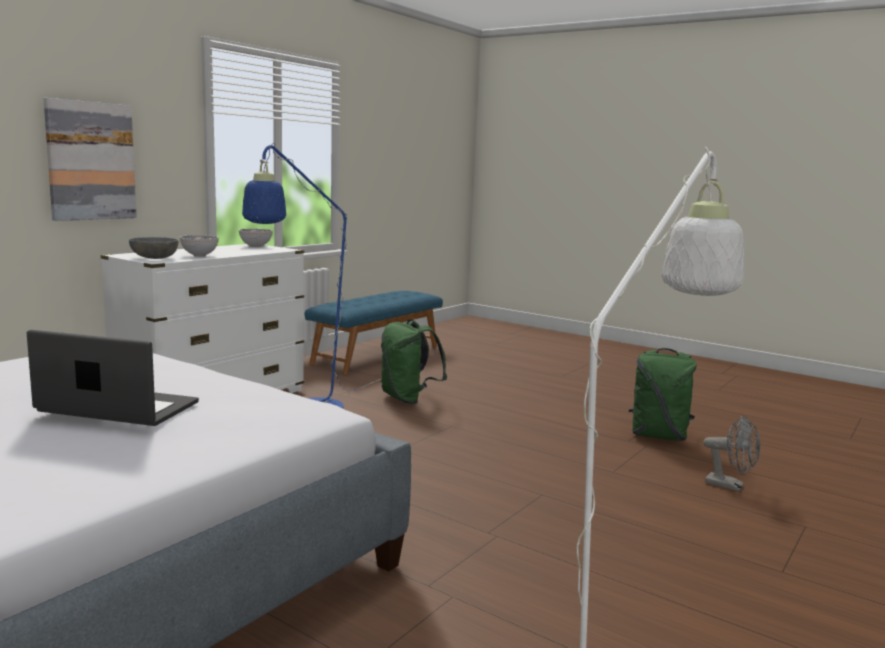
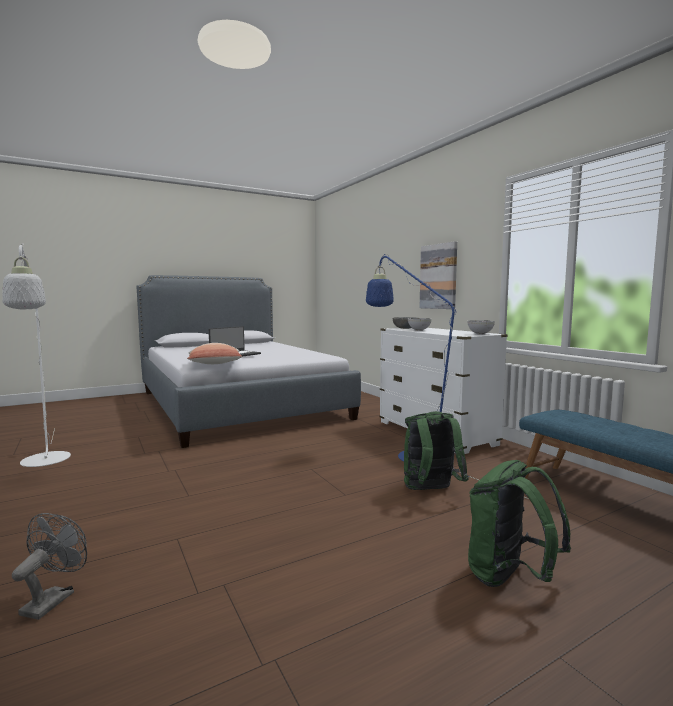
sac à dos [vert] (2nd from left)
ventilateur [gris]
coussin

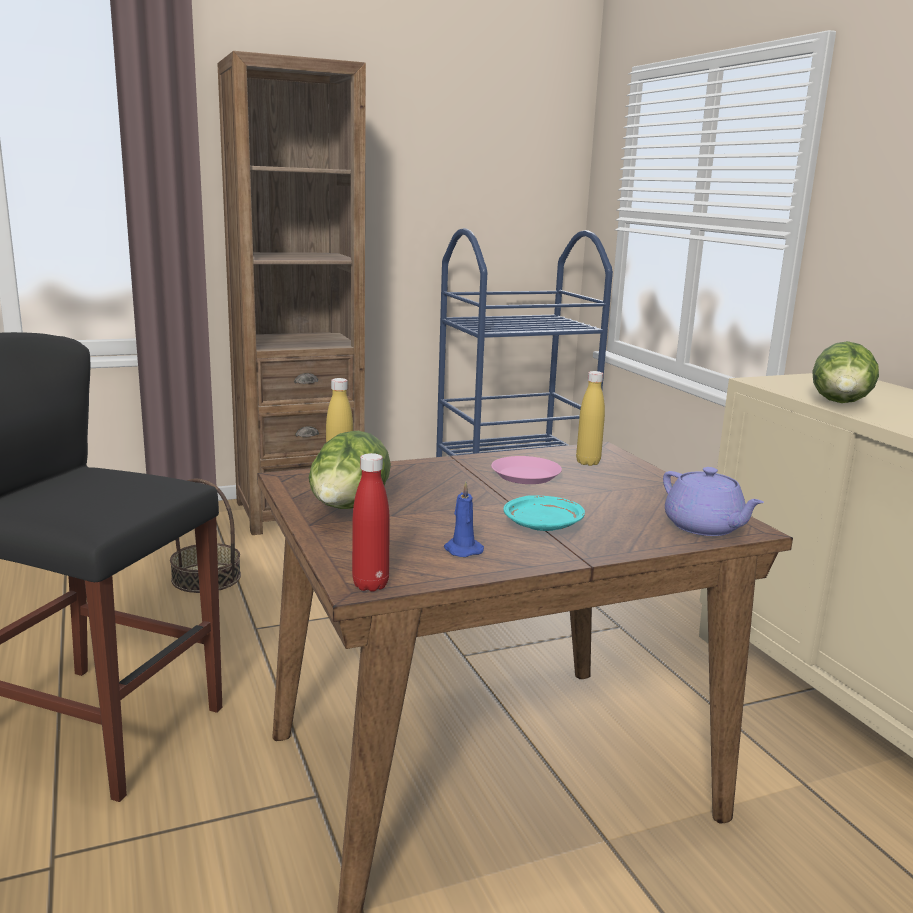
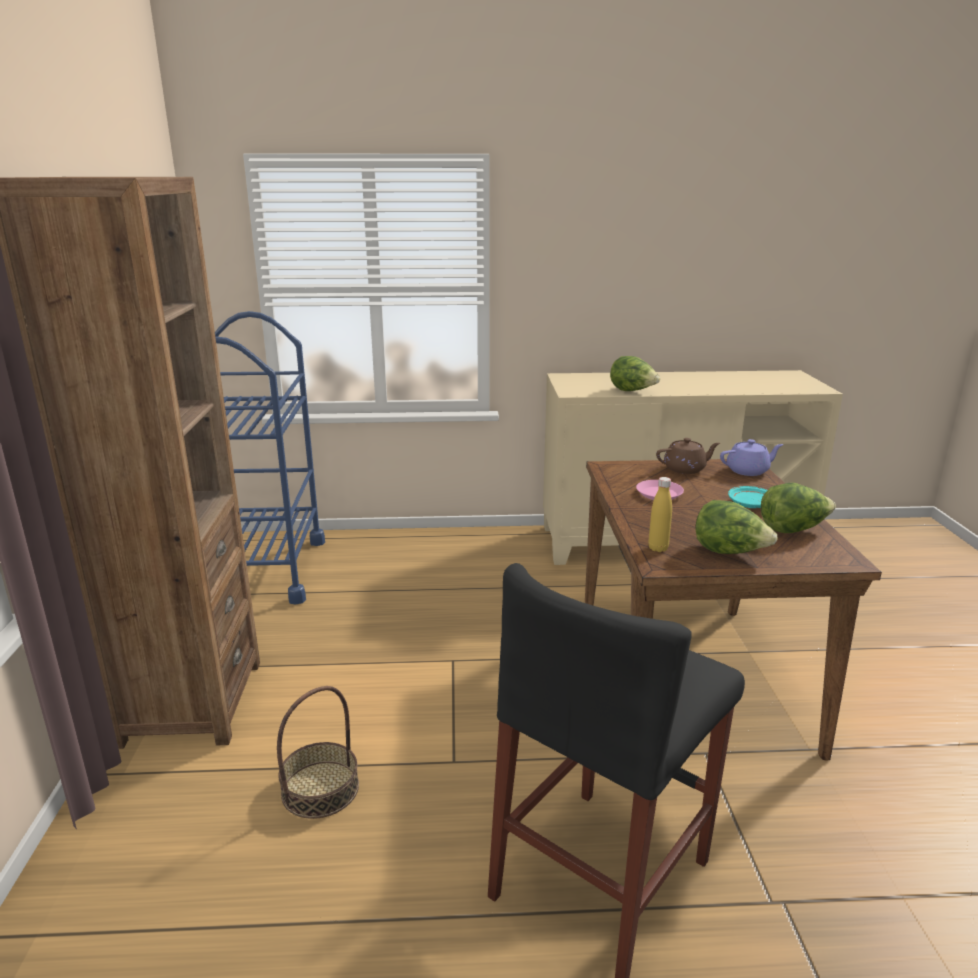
bouteille [jaune] (2nd from left in the first image)
bouteille [rouge]
laitue (3rd from left)
théière [marron]

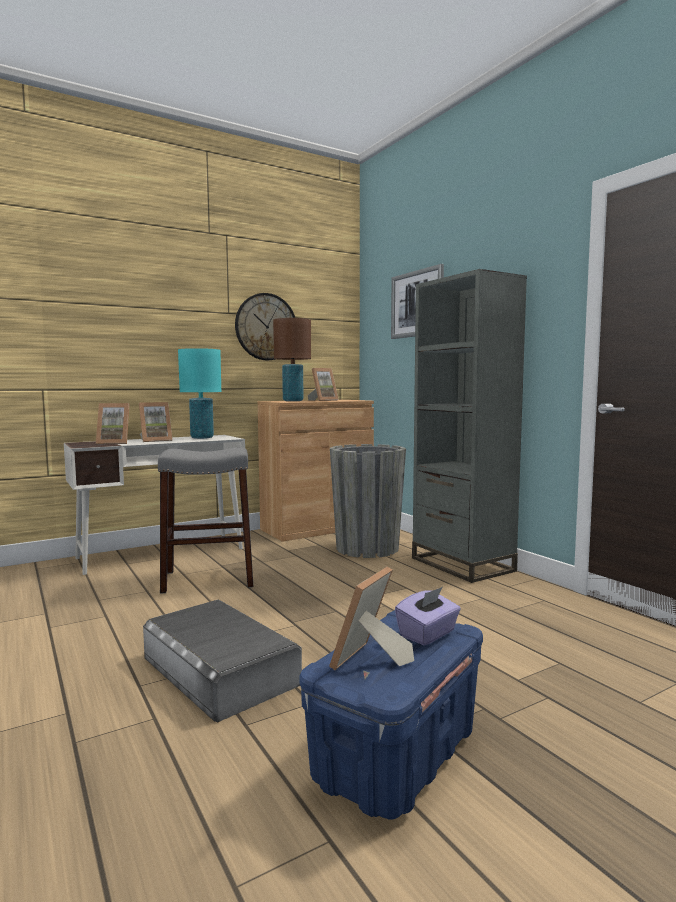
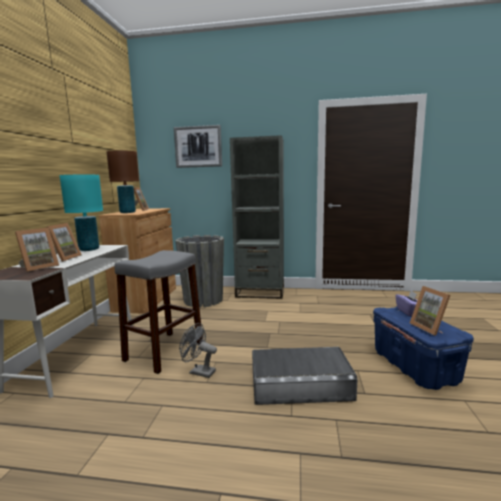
horloge murale
ventilateur [gris]

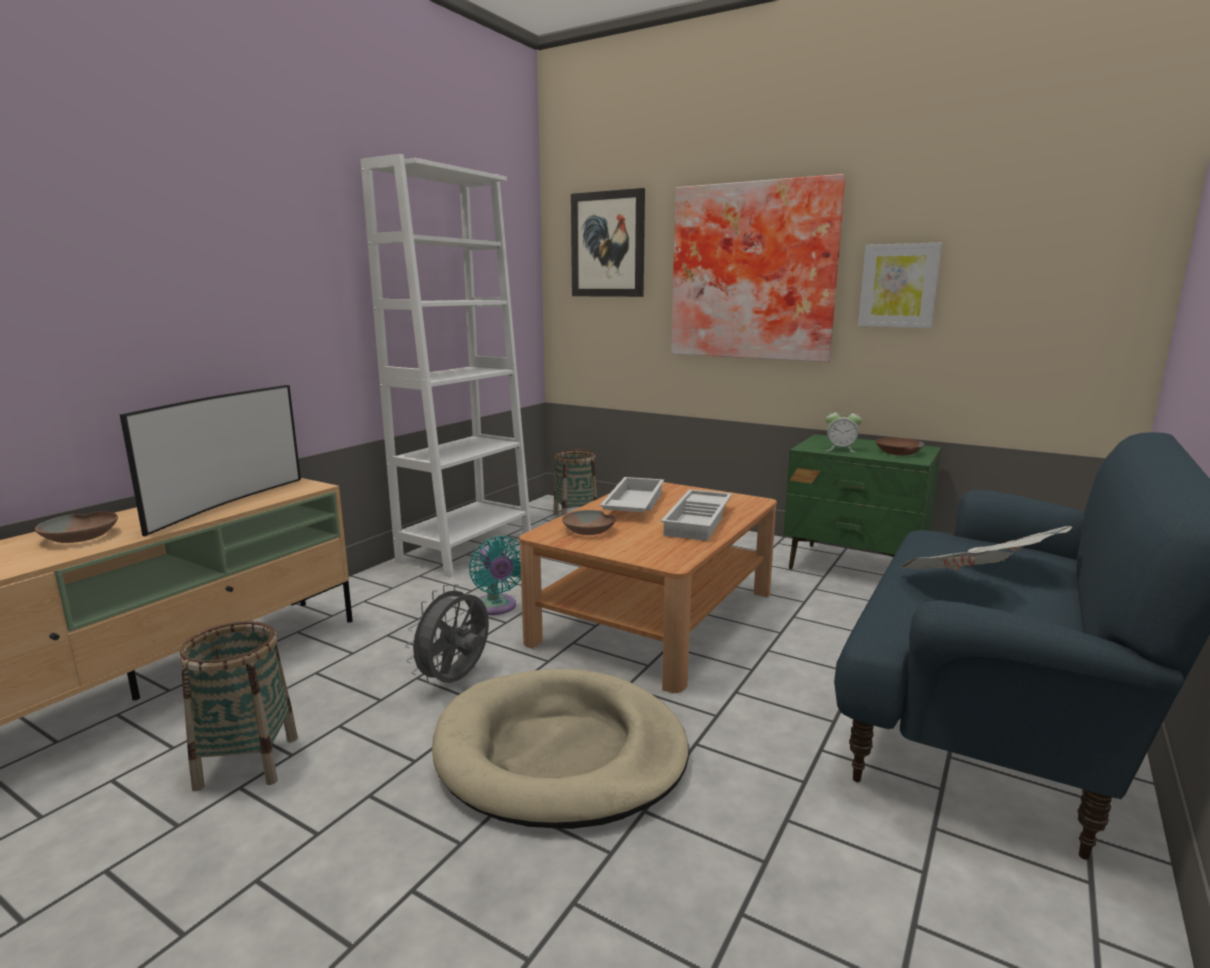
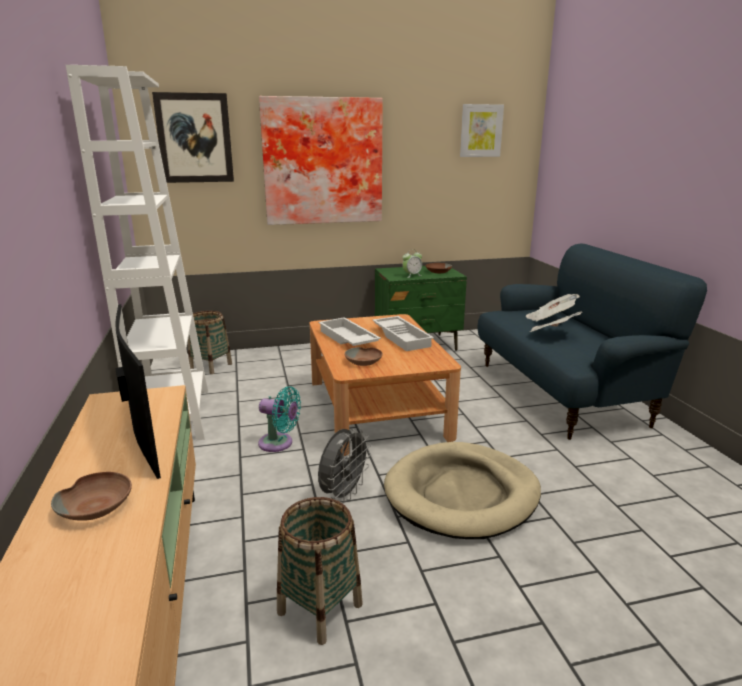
tableau (3rd from left)
ventilateur [gris]

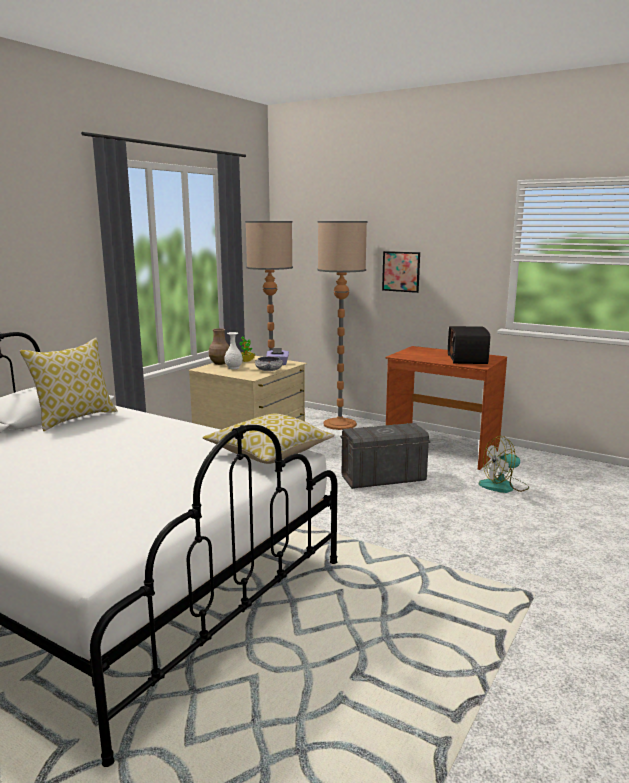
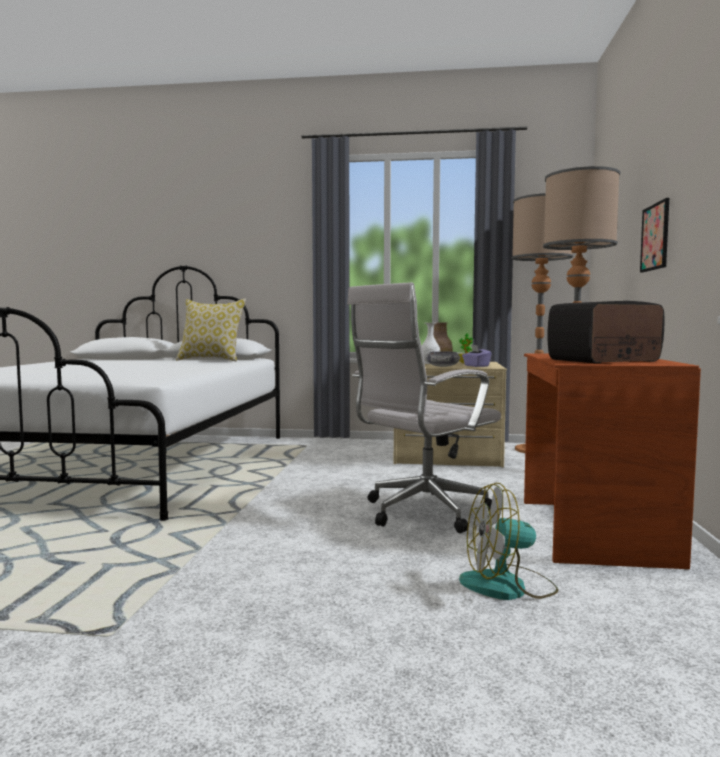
coussin (2nd from left in the first image)
chaise de bureau [blanc]
ventilateur

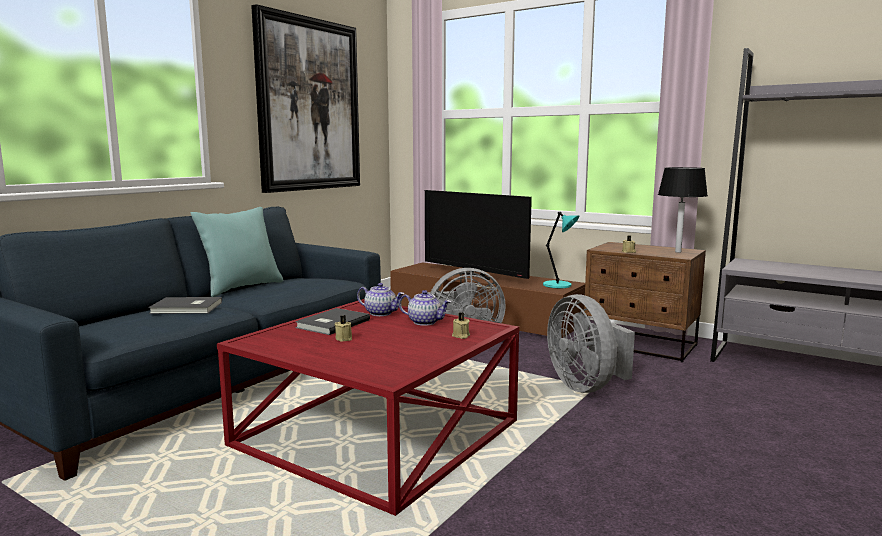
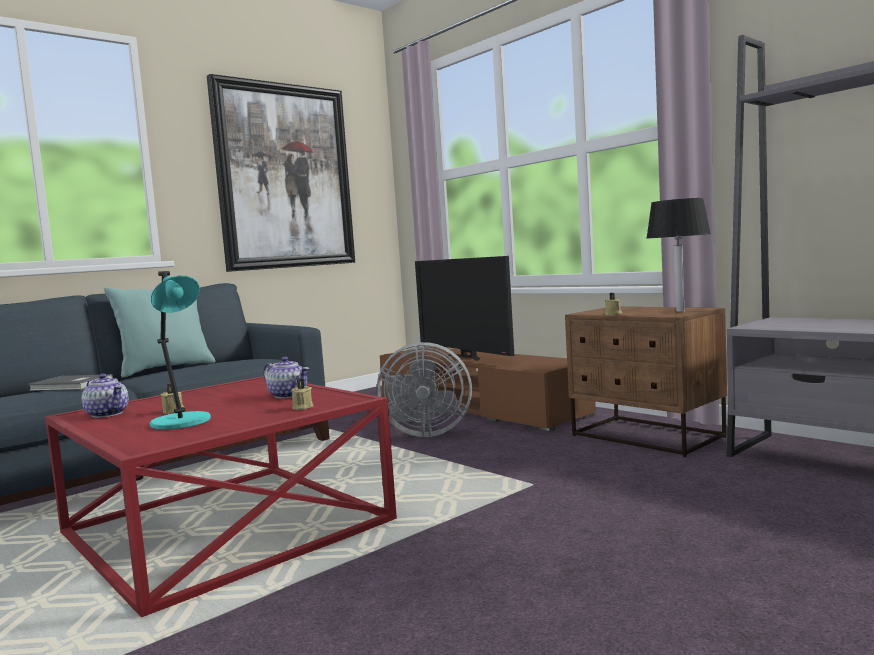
lampe de table [turquoise]
théière (1st from left)
ventilateur [gris] (2nd from left in the first image)
livre [gris] (2nd from left in the first image)

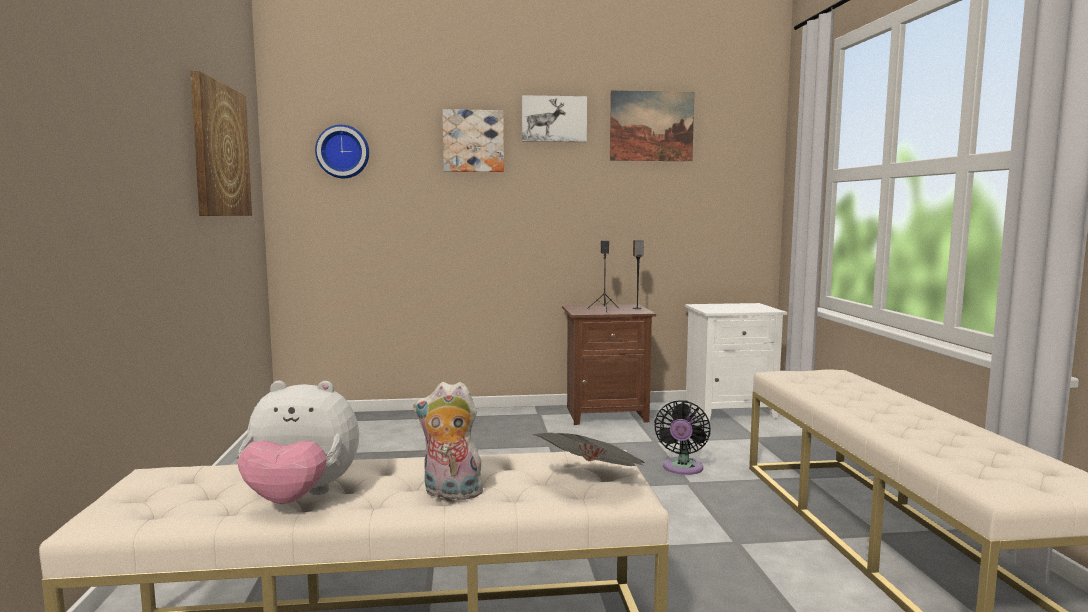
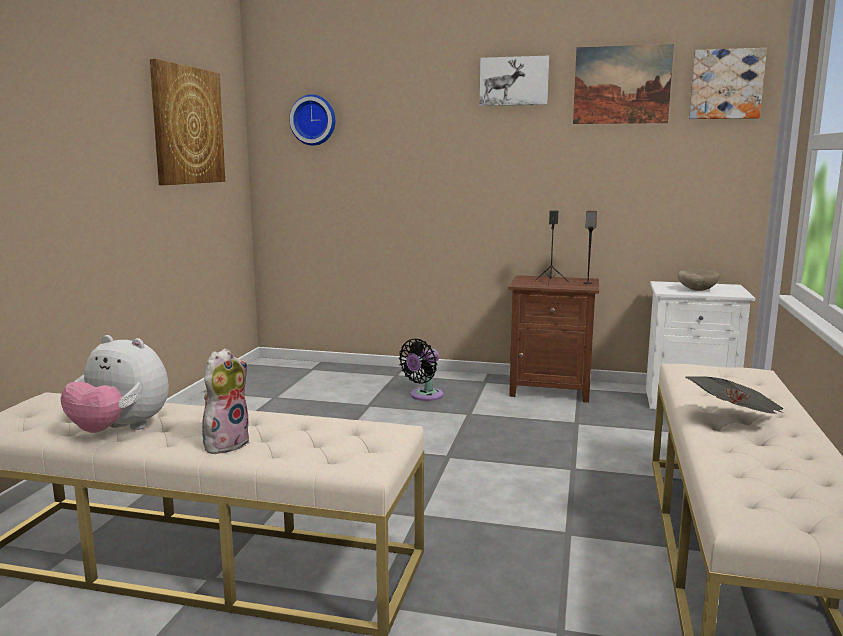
tableau (4th from left)
peluche (2nd from left)
ventilateur [noir]
journal
bol [beige]

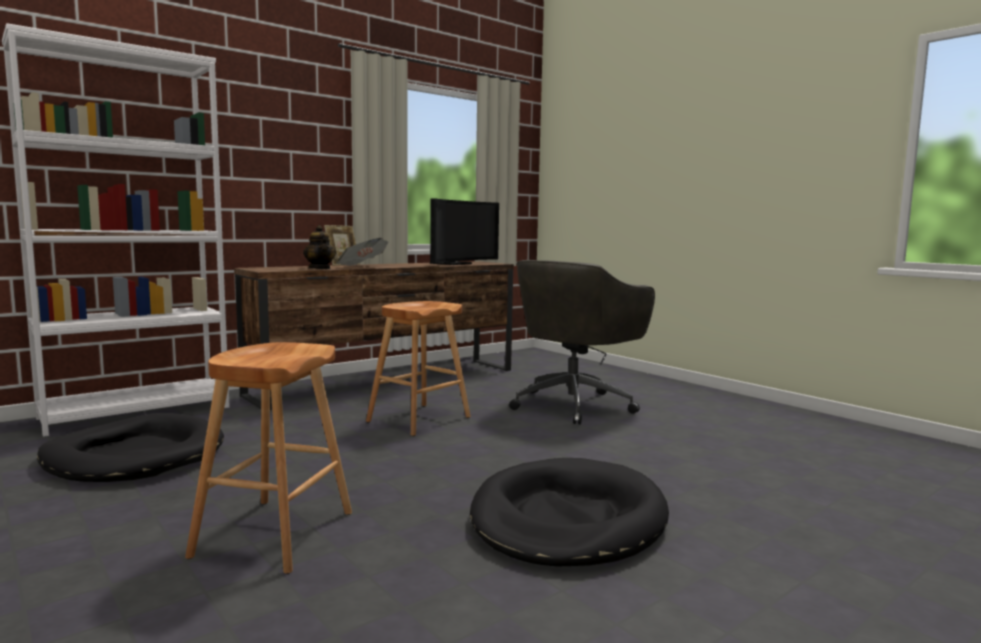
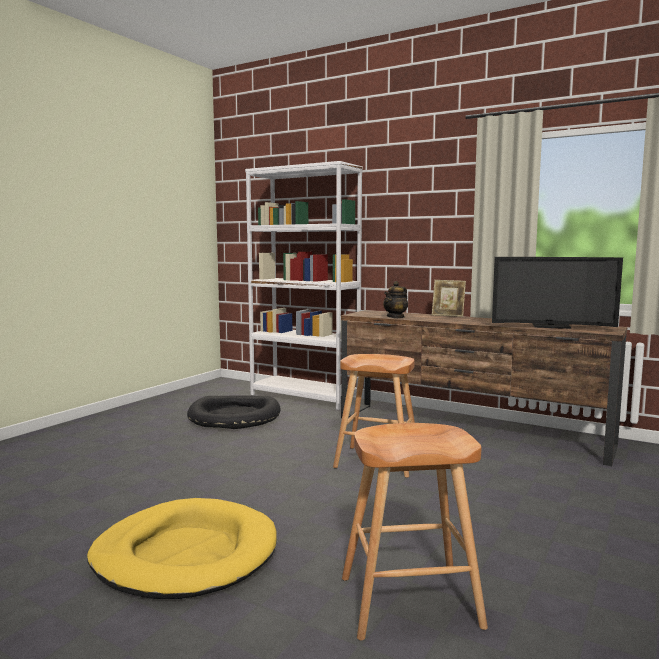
journal
chaise de bureau [gris]
tabouret [marron] (2nd from left)
panier pour chien [jaune]

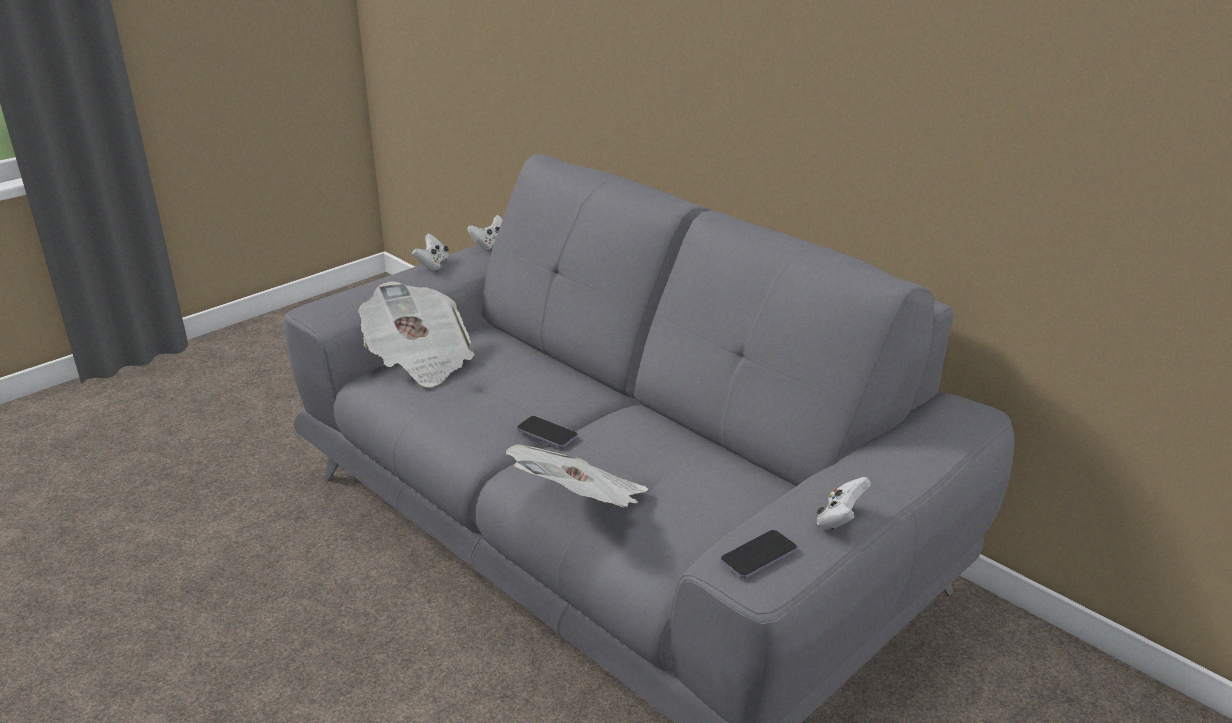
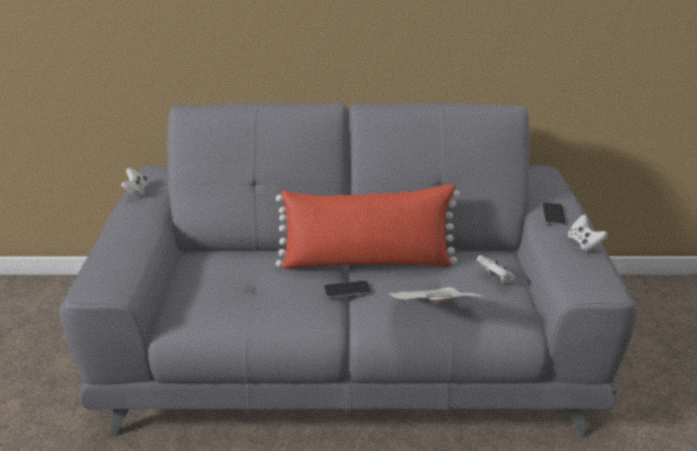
manette [blanc] (2nd from left)
journal (1st from left in the first image)
téléphone (2nd from left)
coussin [rouge]

